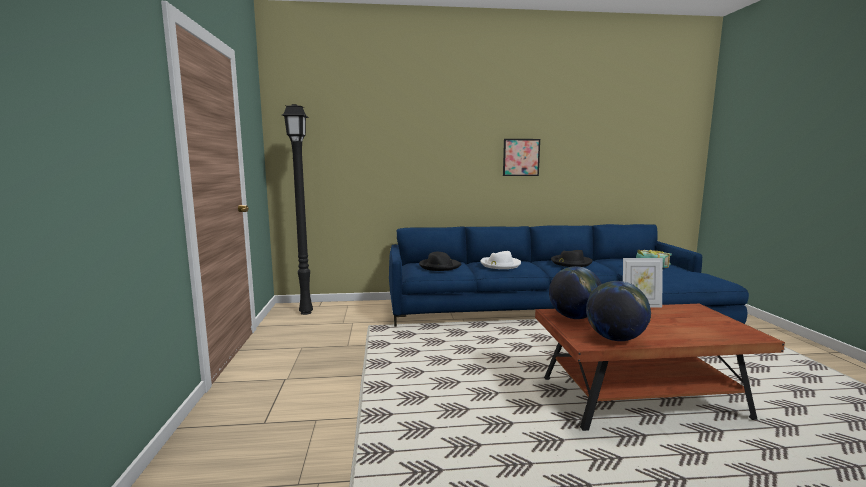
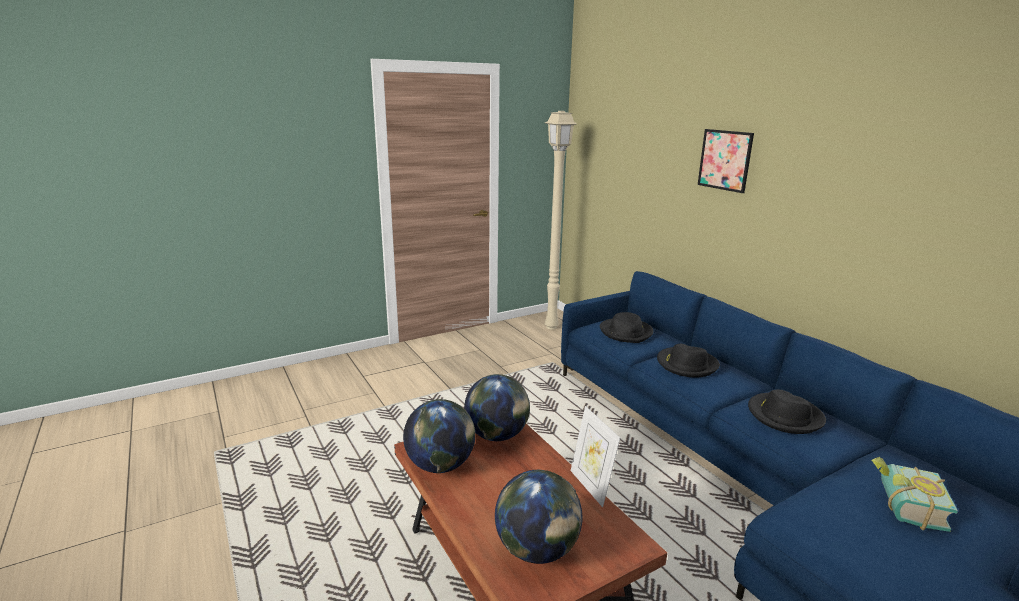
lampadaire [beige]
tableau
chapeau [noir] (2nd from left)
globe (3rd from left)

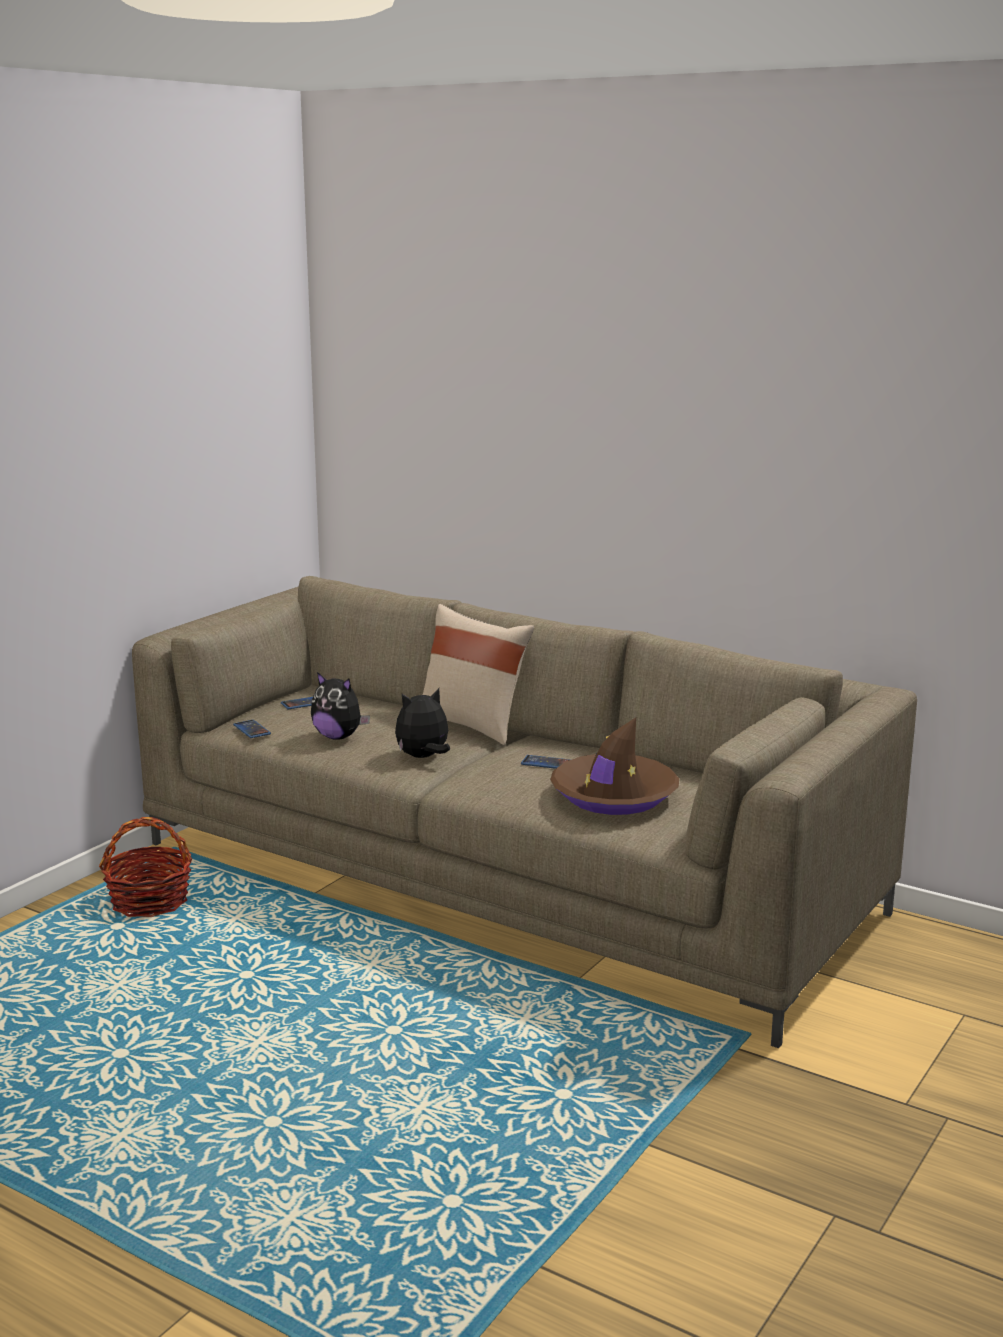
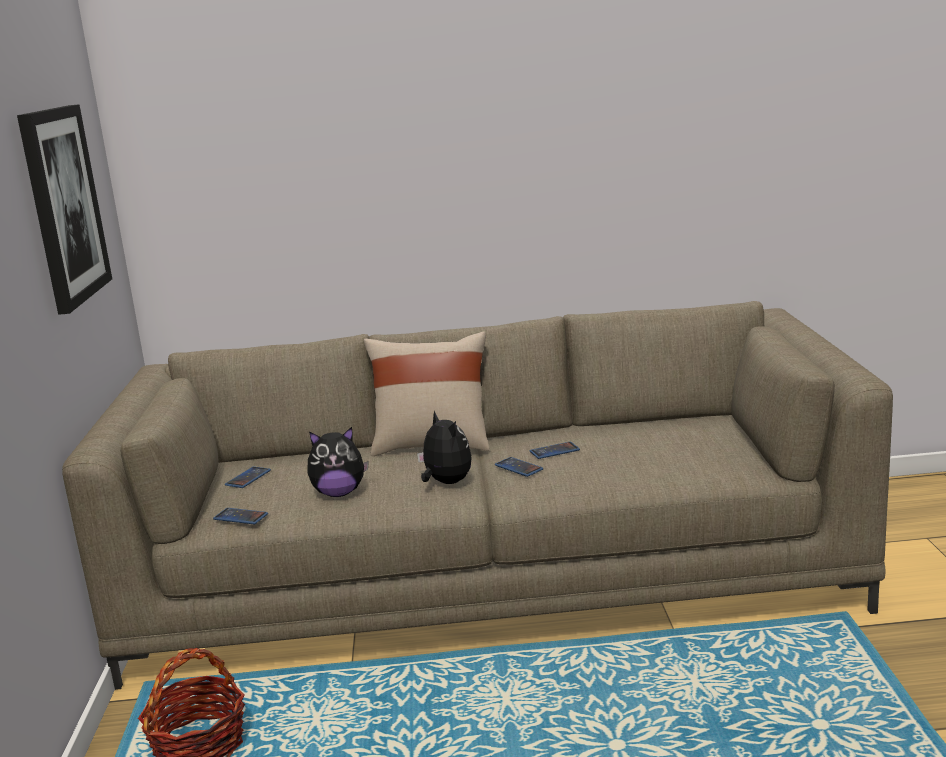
peluche (2nd from left)
chapeau [marron]
tableau
téléphone (3rd from left)

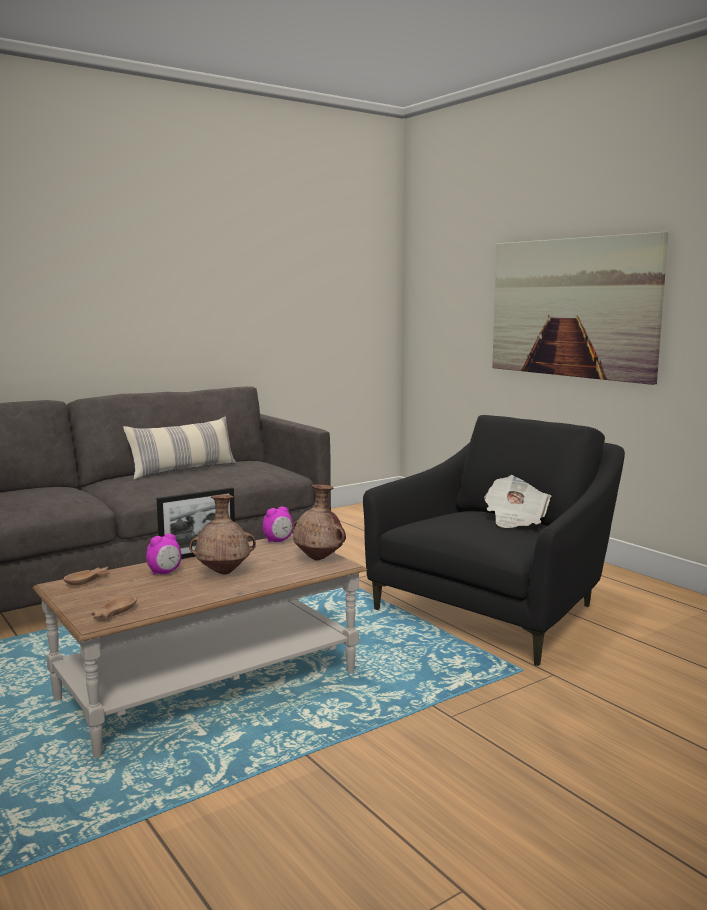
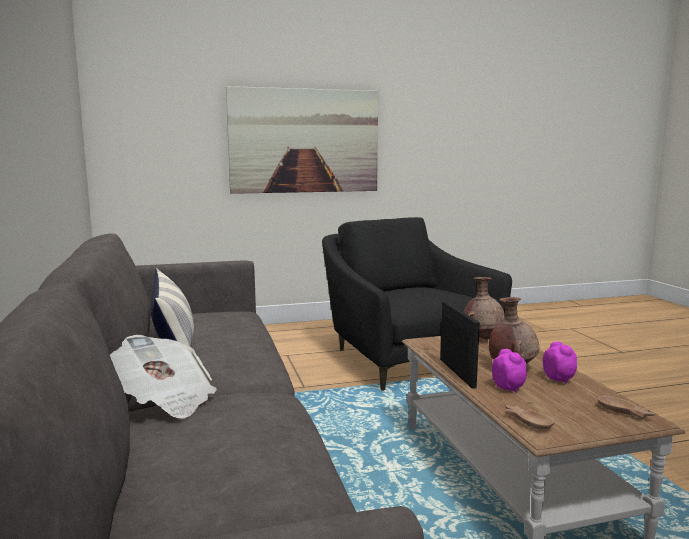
journal
réveil (2nd from left)

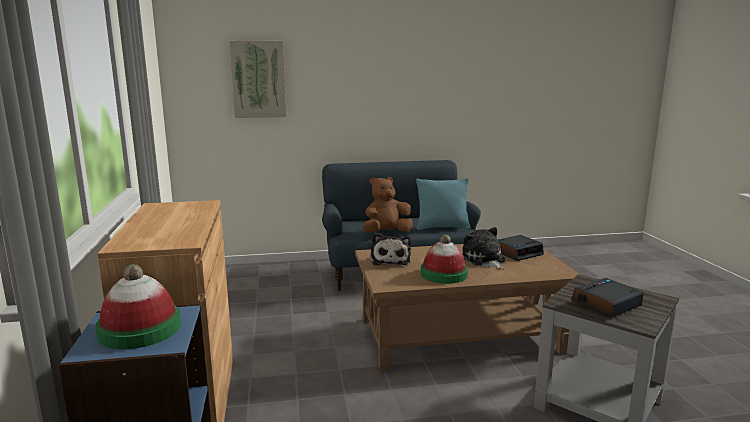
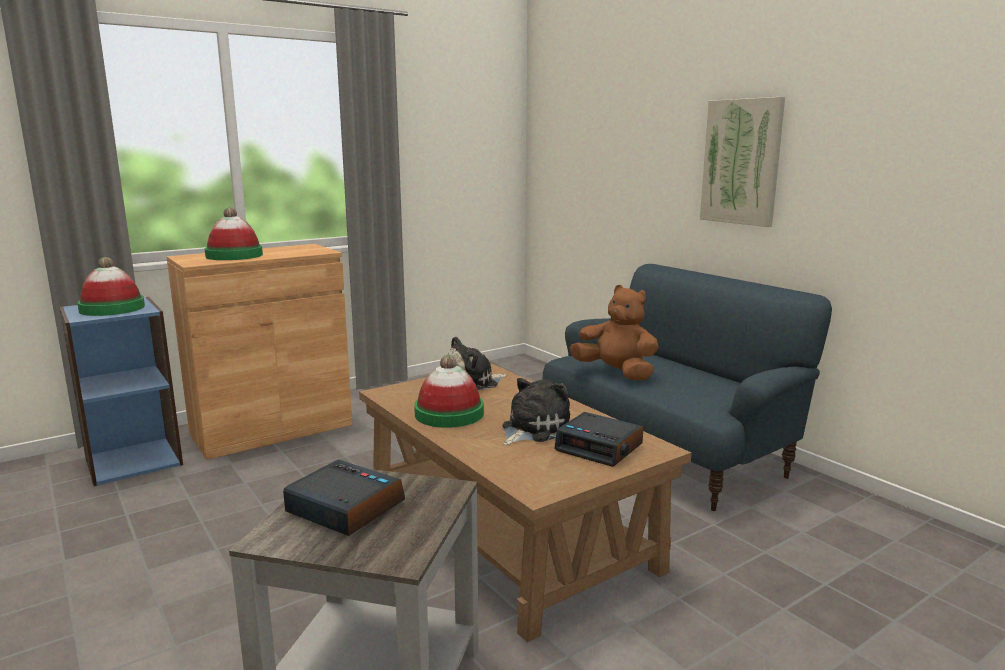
tableau
coussin [turquoise]
chapeau (2nd from left)

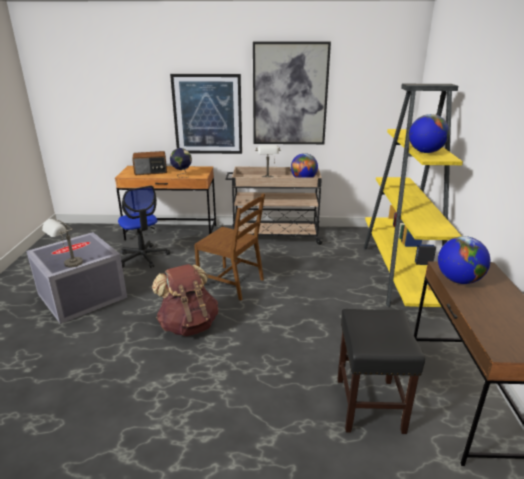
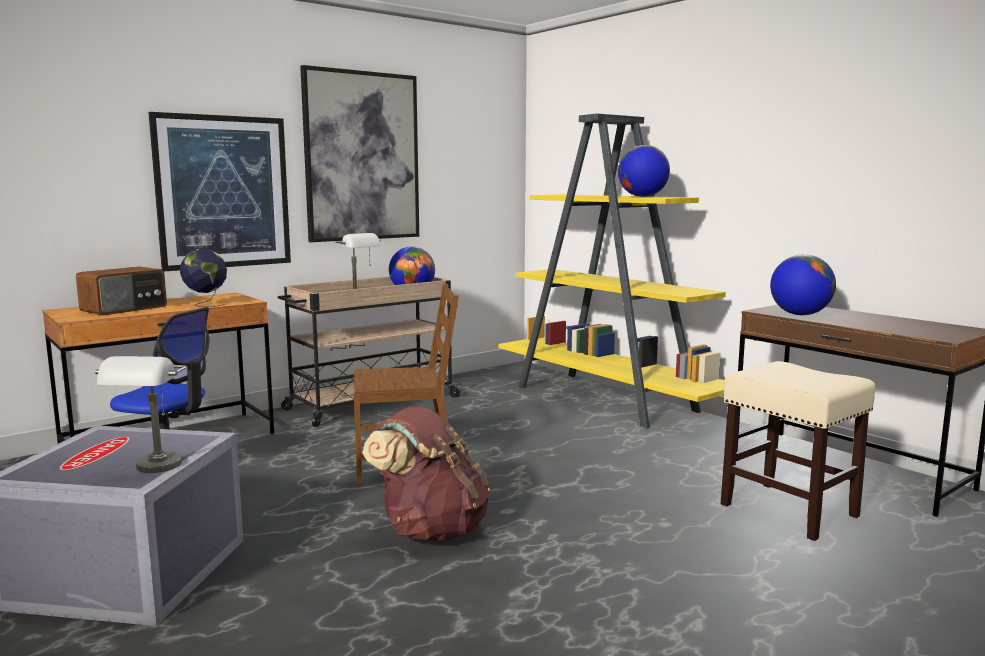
tabouret [beige]

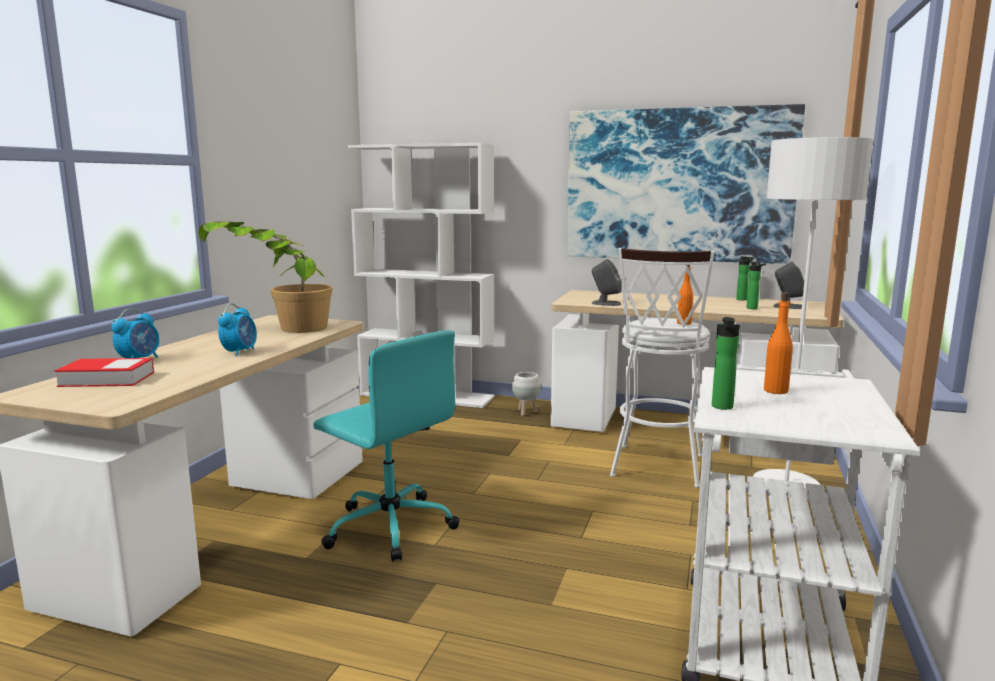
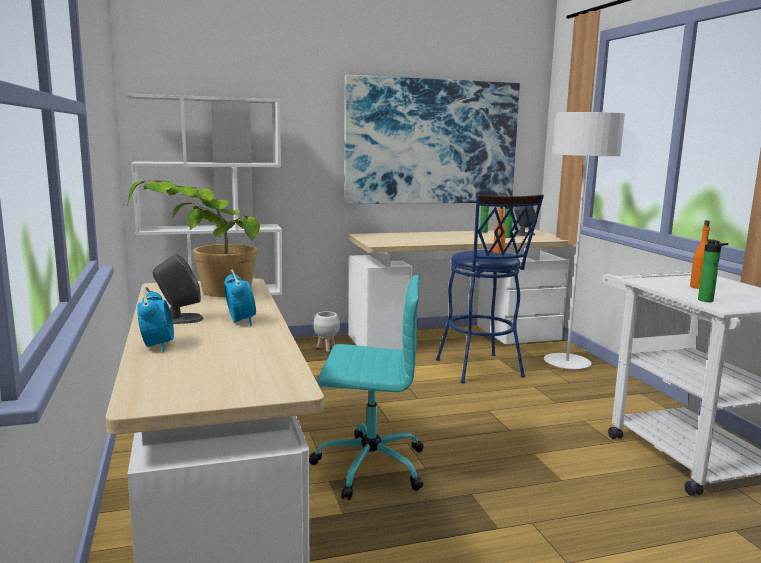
tabouret [bleu]
enceinte [gris] (1st from left)
livre

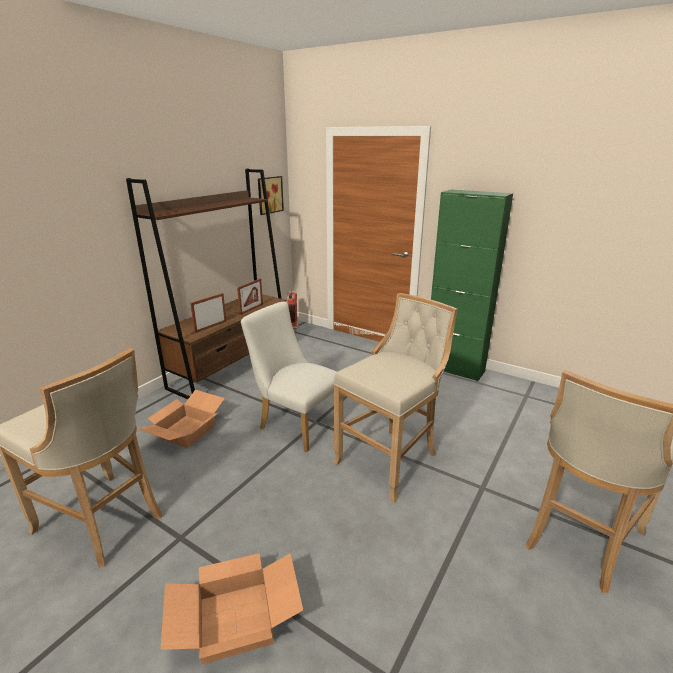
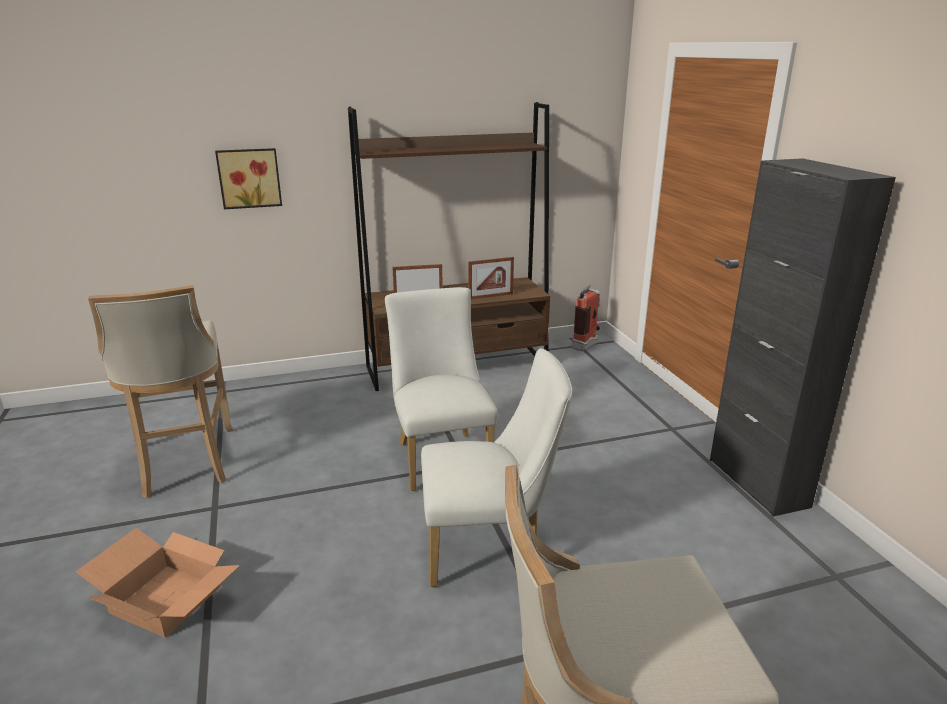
tableau
meuble de rangement [noir]
chaise [blanc] (2nd from left)
carton (1st from left in the first image)

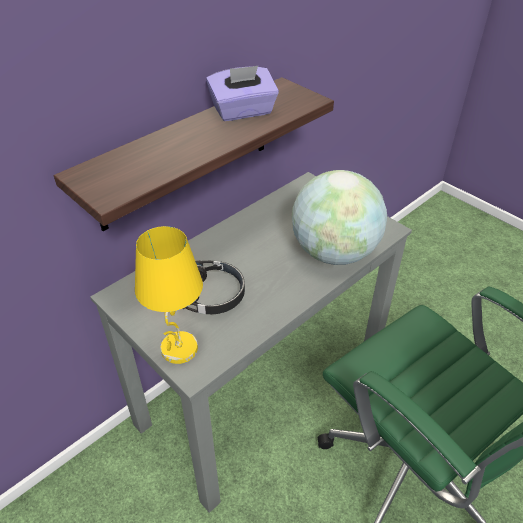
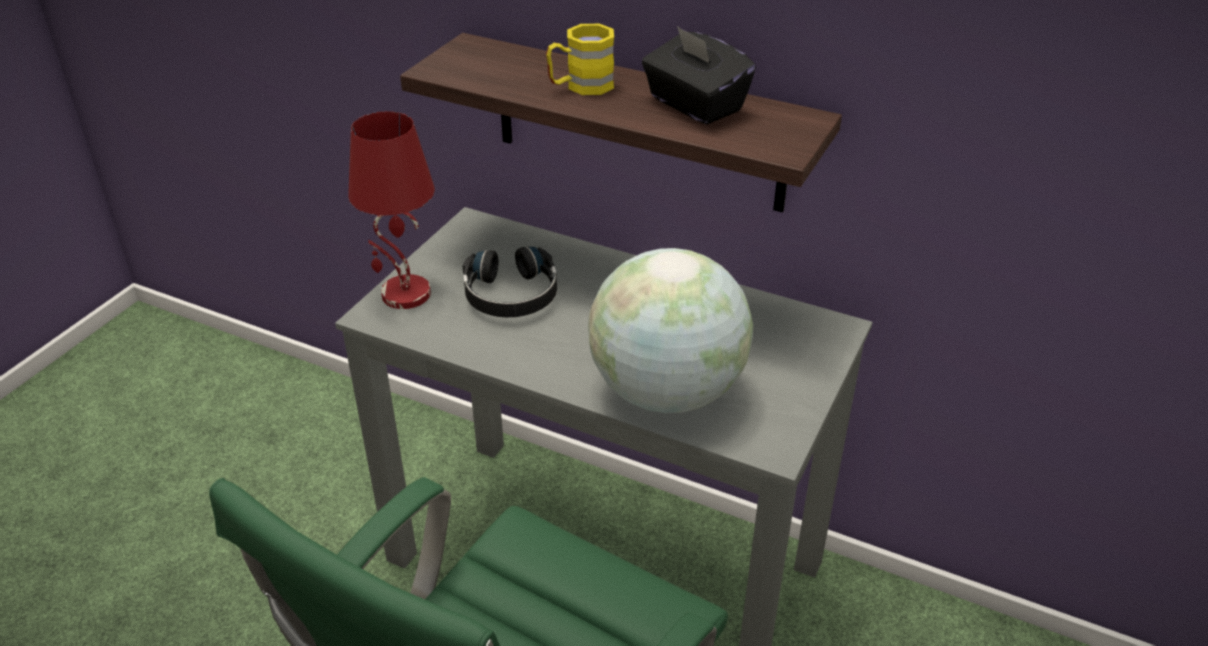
boîte à mouchoirs [noir]
lampe de table [rouge]
mug [jaune]

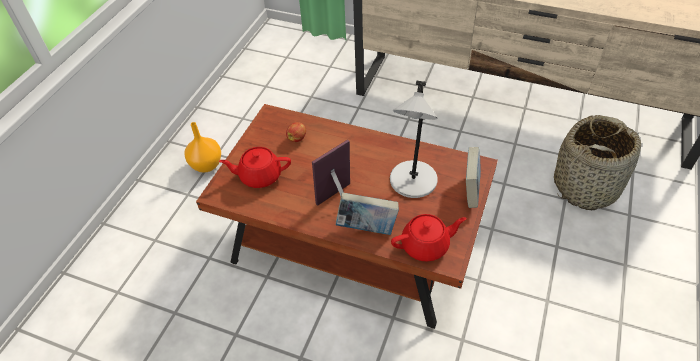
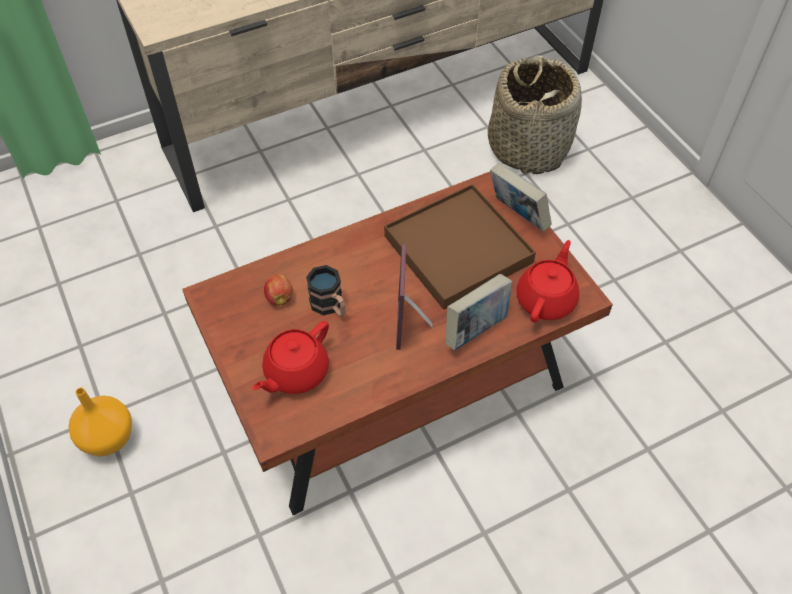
plateau [marron]
mug

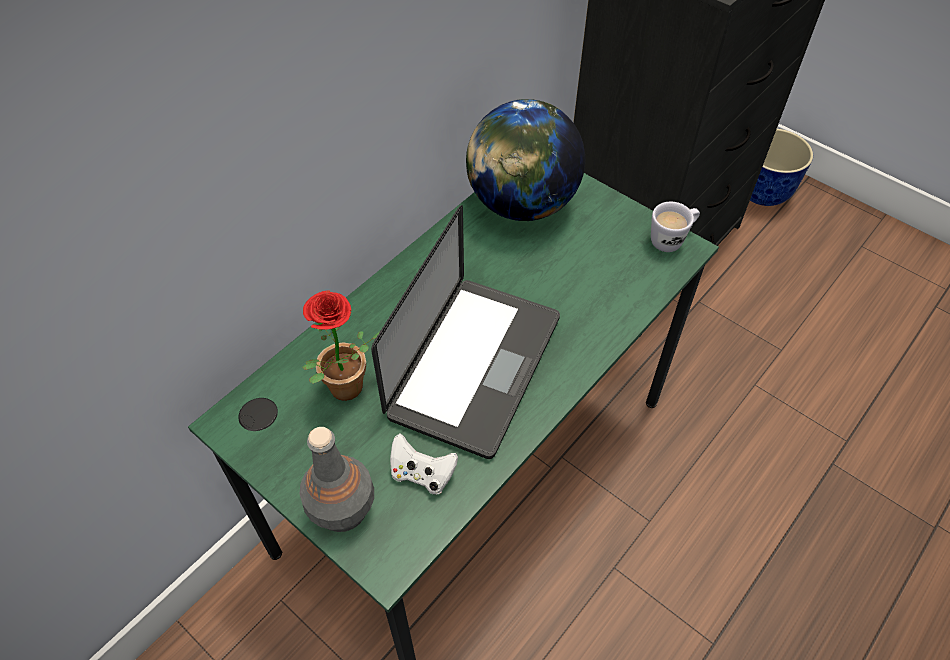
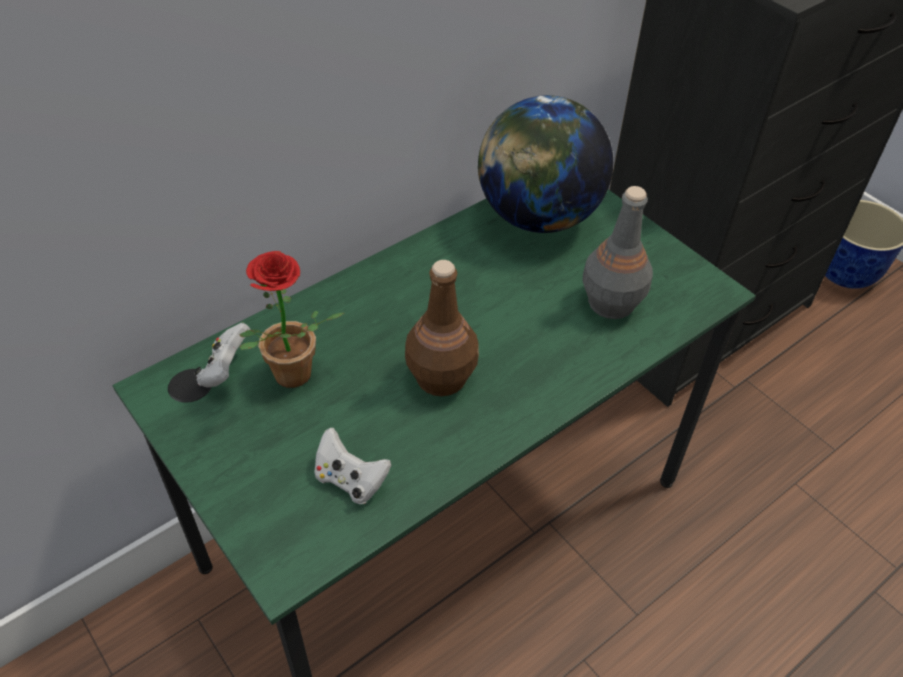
mug [blanc]
bouteille [marron]
bouteille [gris]
manette [blanc] (1st from left)

